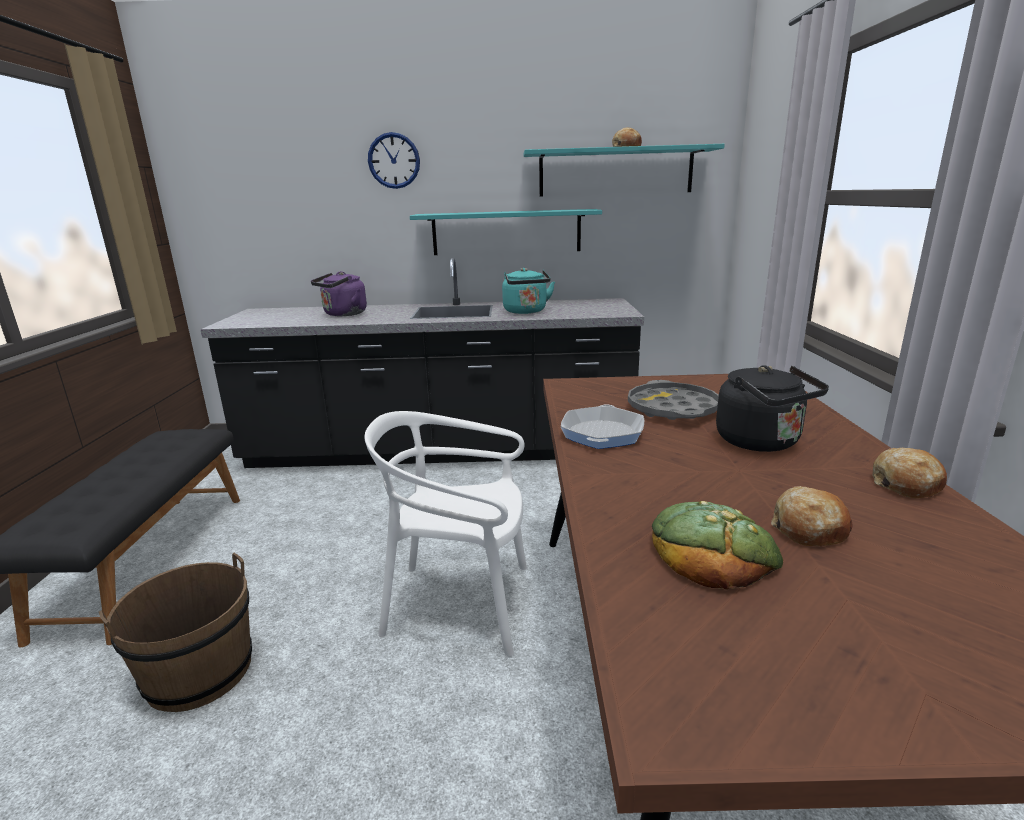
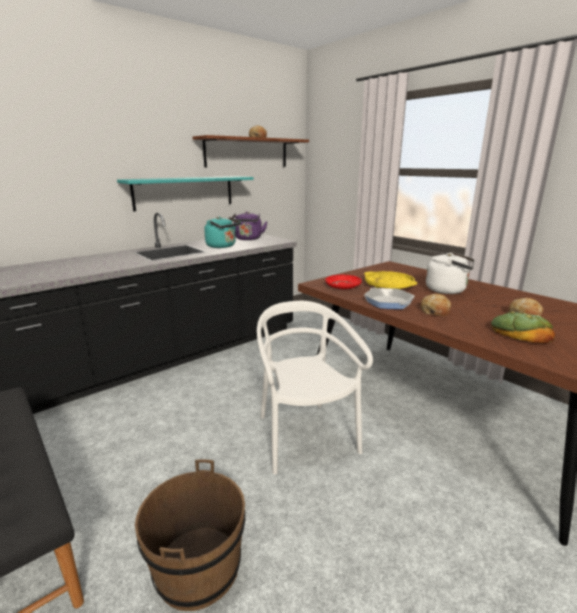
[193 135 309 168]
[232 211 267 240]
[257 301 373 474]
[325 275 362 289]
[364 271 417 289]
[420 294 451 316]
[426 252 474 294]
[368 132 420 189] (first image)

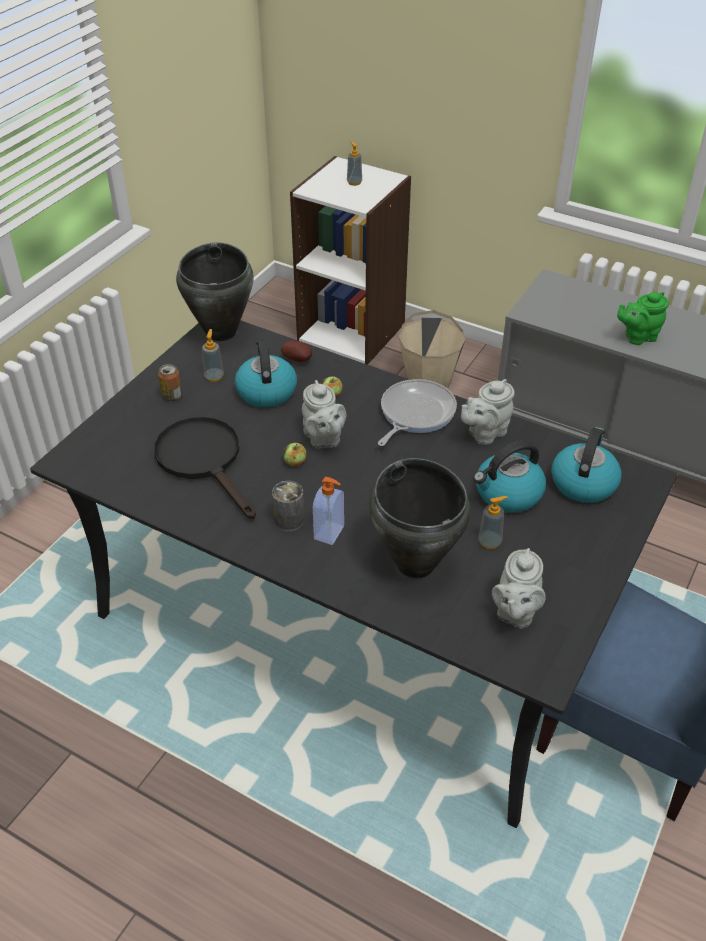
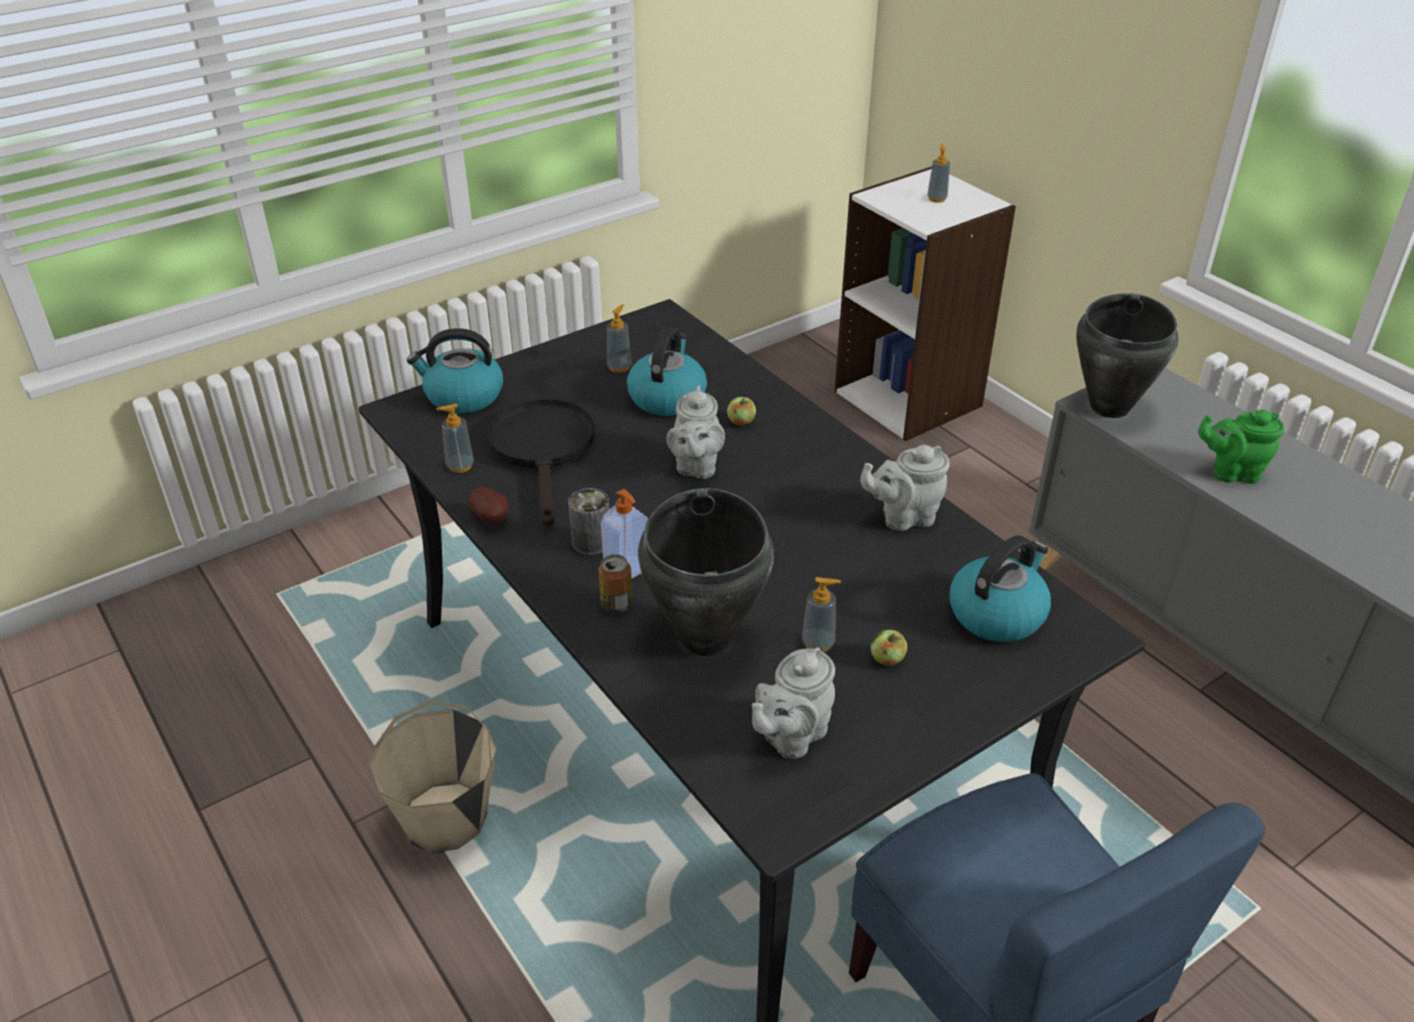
[368 701 496 854]
[407 328 503 413]
[436 404 474 473]
[468 487 508 523]
[599 554 632 613]
[870 630 907 666]
[1076 293 1178 418]
[378 379 457 446] (first image)

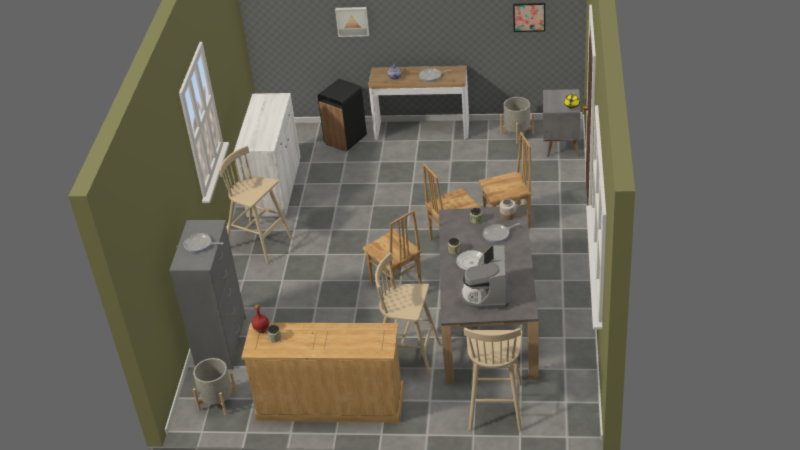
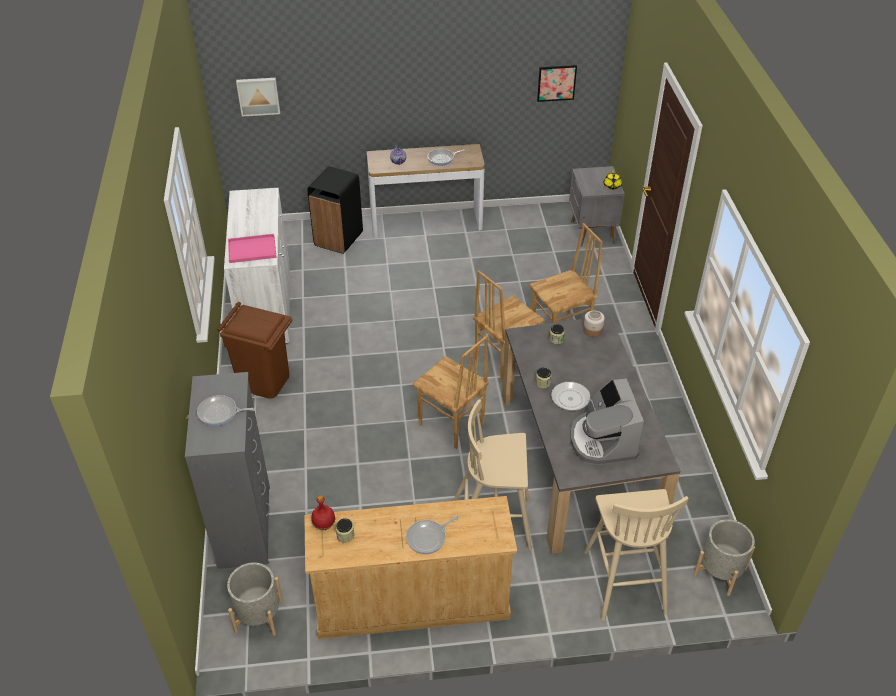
[217 302 293 399]
[228 234 277 263]
[236 78 280 117]
[406 515 459 554]
[694 519 755 596]

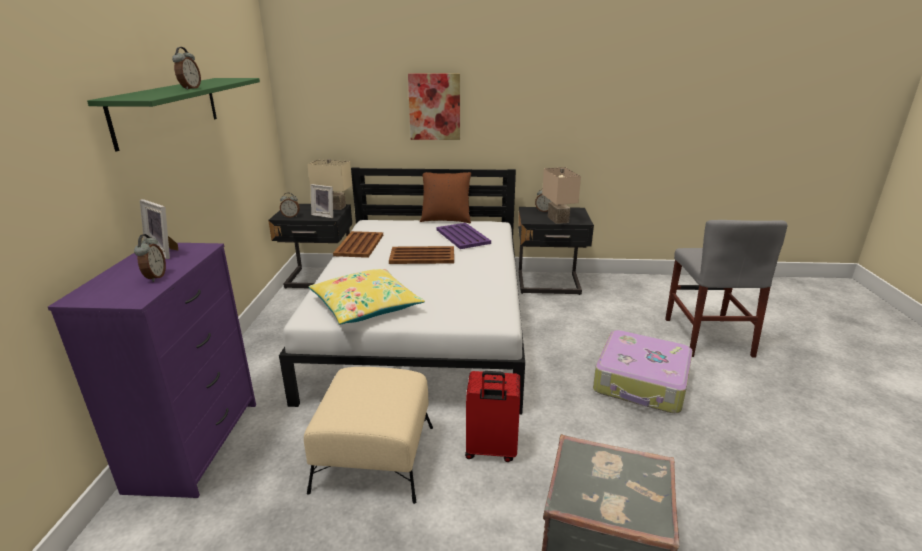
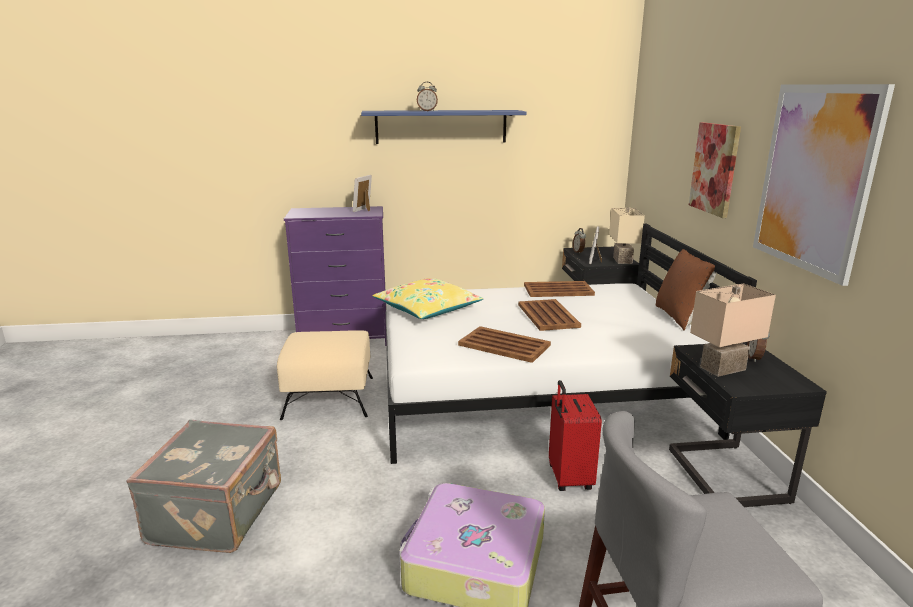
[361 110 527 144]
[458 326 551 363]
[549 380 602 491]
[753 84 895 286]
[134 234 166 282] (first image)
[437 223 491 249] (first image)

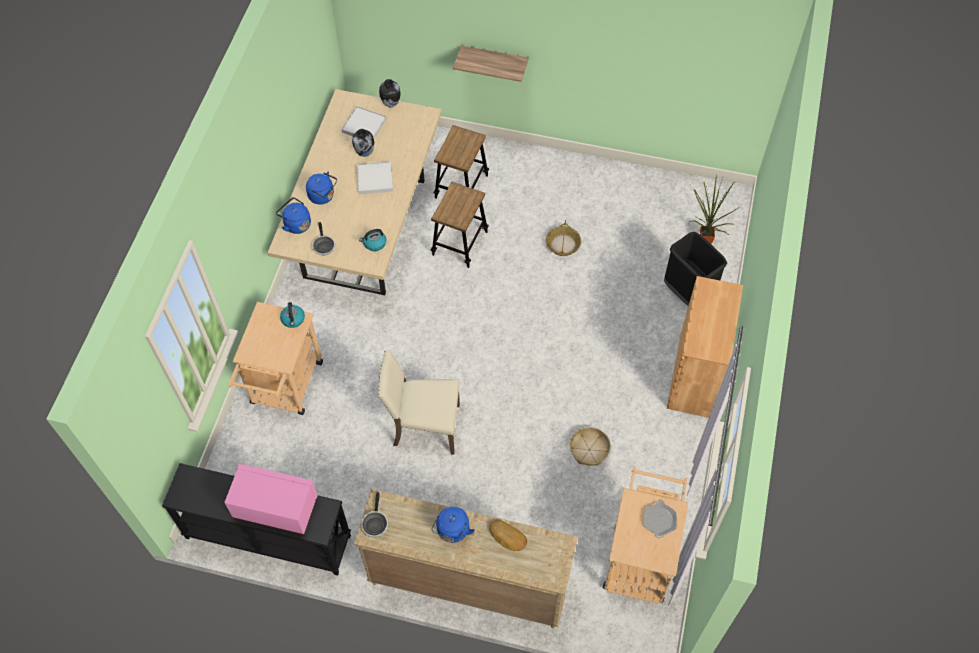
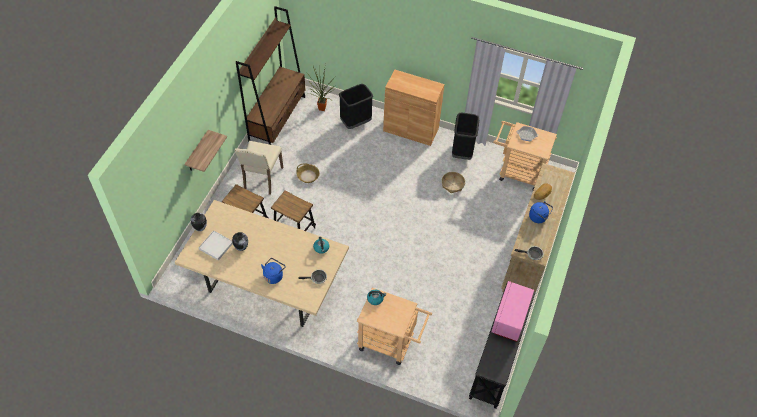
[235 141 283 195]
[236 6 306 145]
[452 112 479 160]
[276 197 311 234] (first image)
[357 161 393 194] (first image)

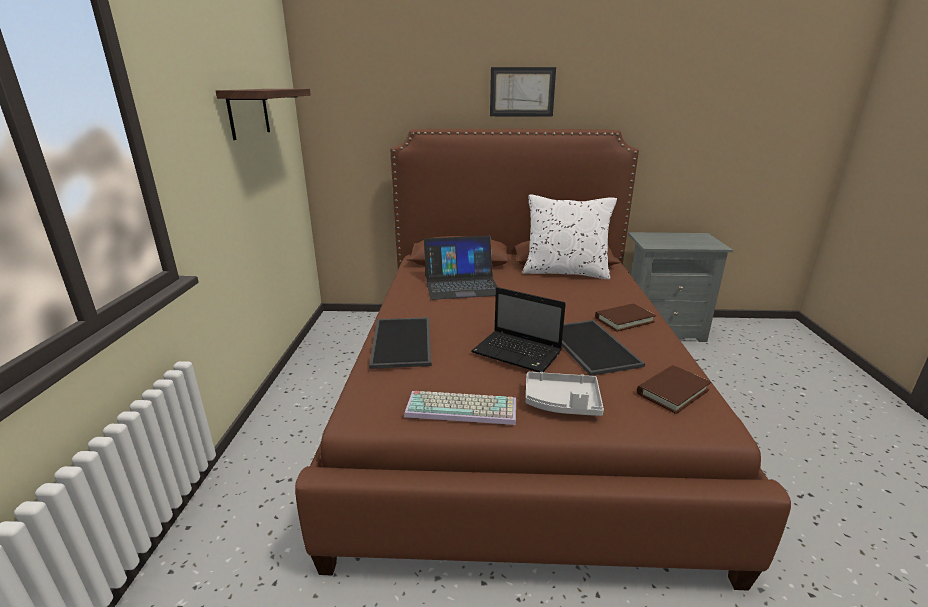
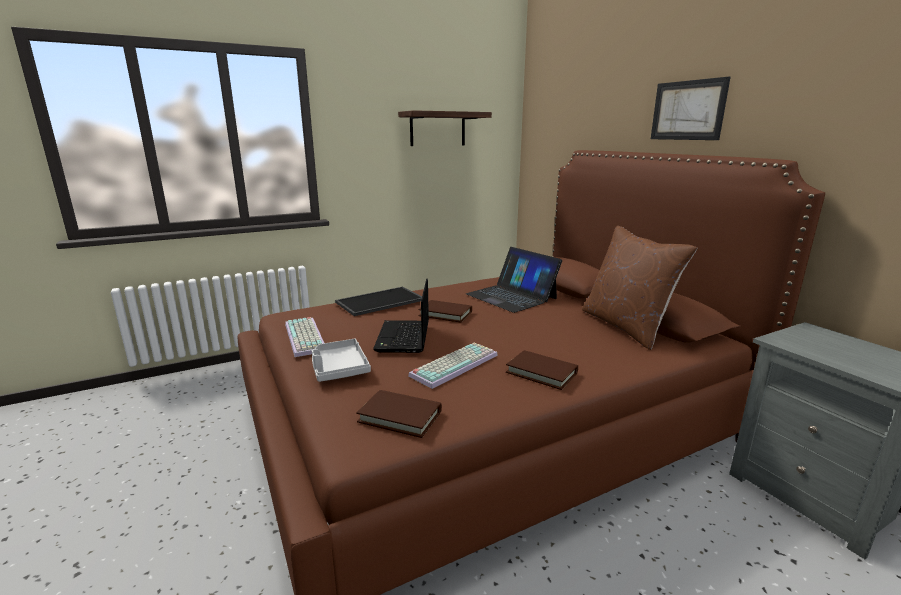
[408 342 498 389]
[418 300 472 323]
[582 226 697 350]

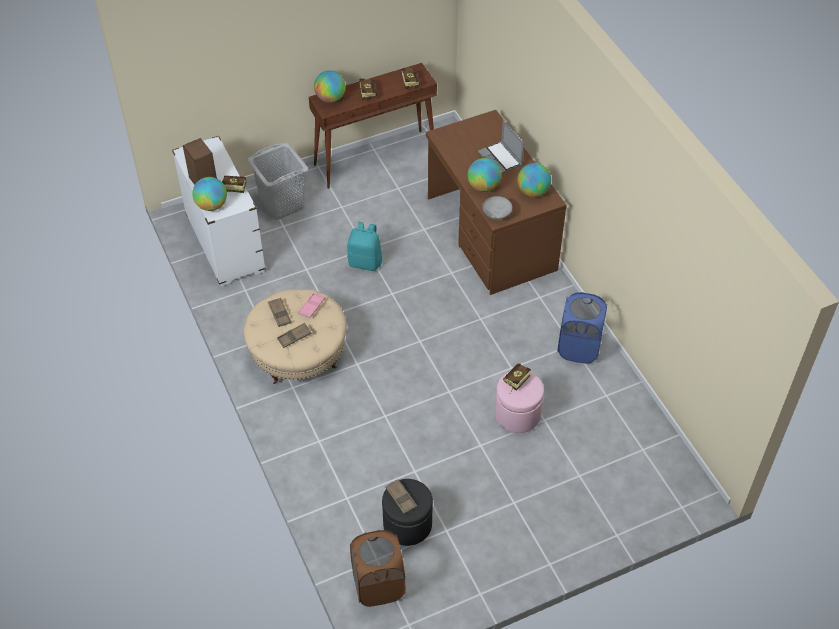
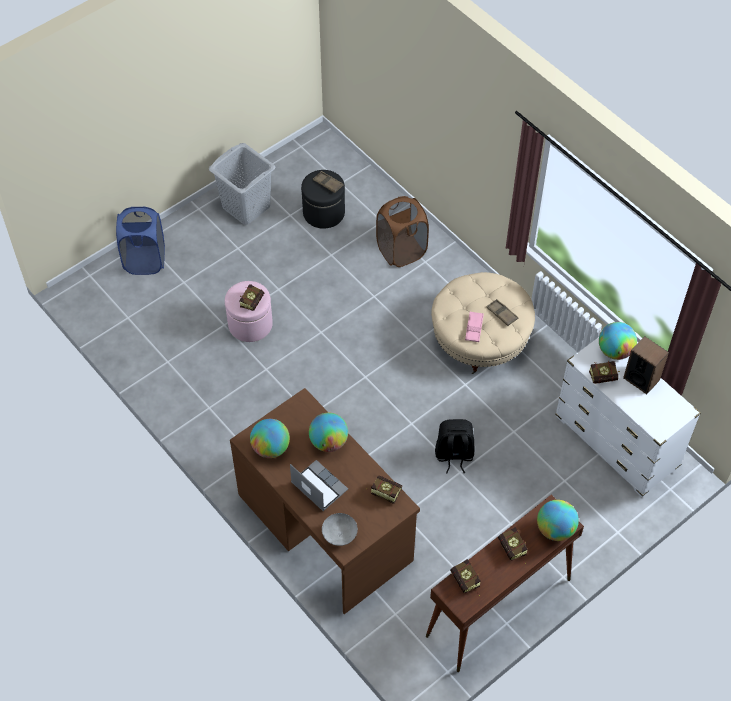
[116 206 165 275]
[209 143 275 225]
[322 513 358 546]
[369 475 402 504]
[376 196 429 267]
[435 419 474 473]
[277 323 312 348] (first image)

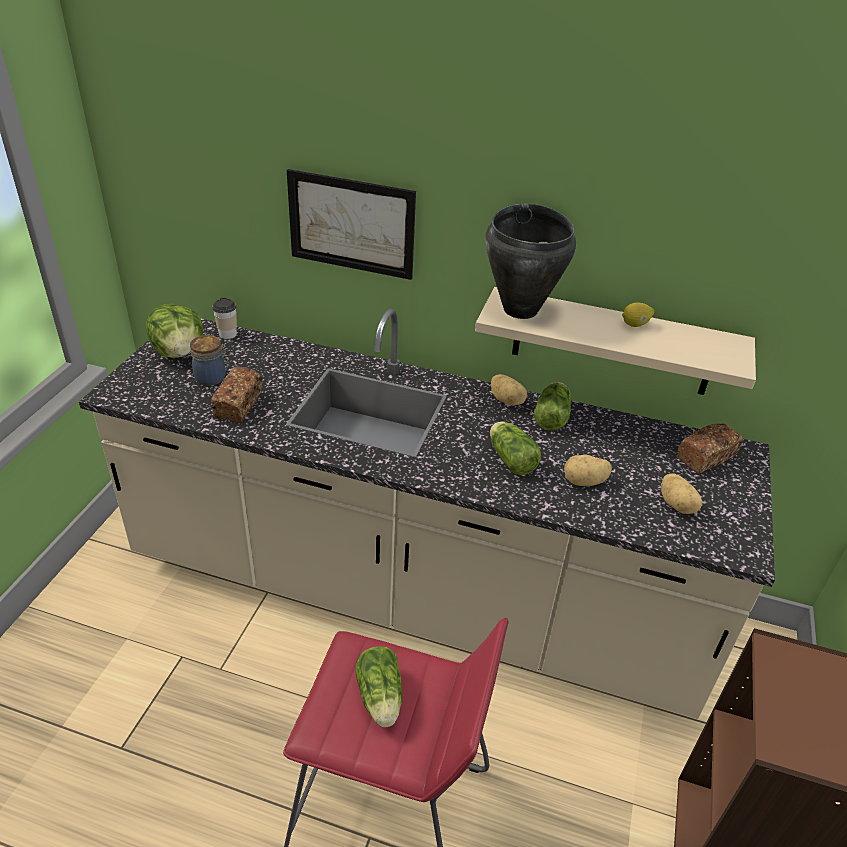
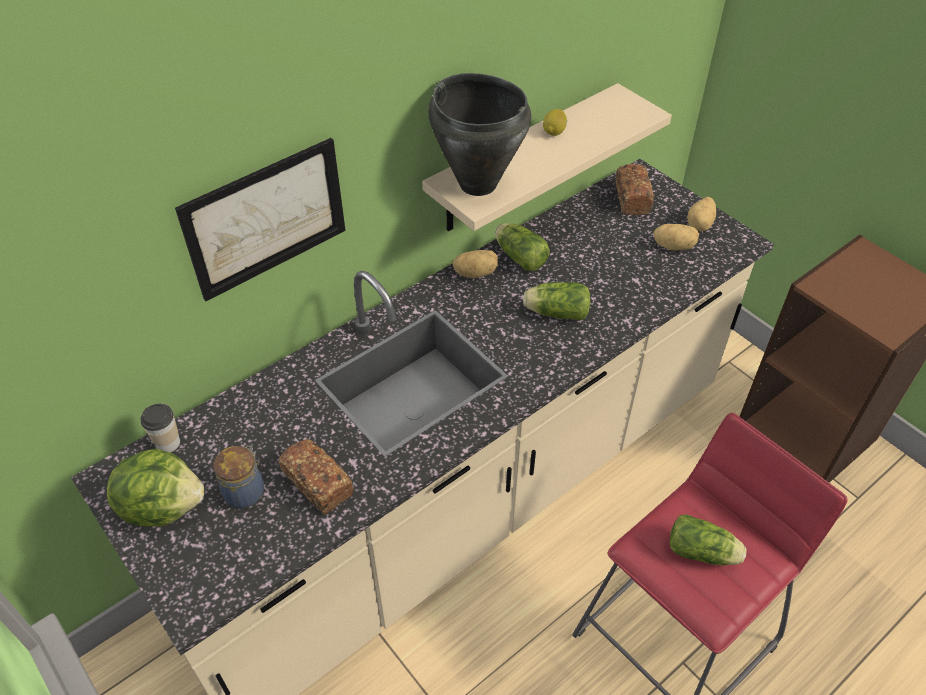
[687 197 716 231]

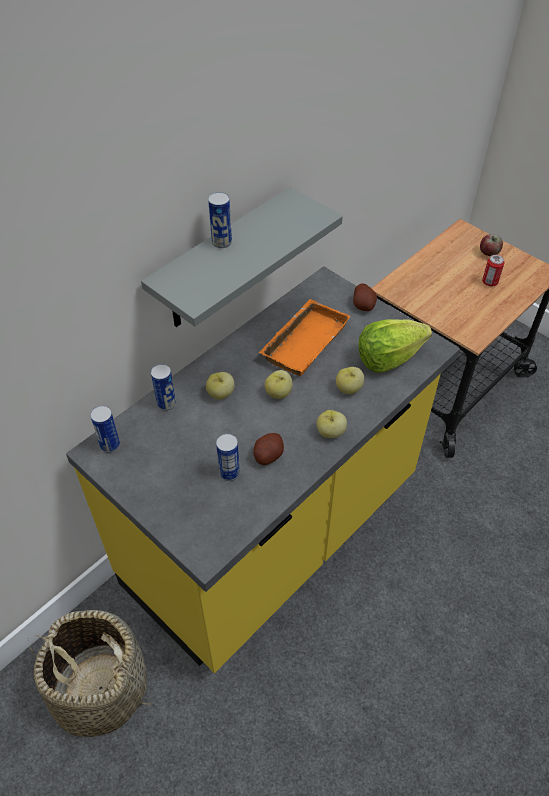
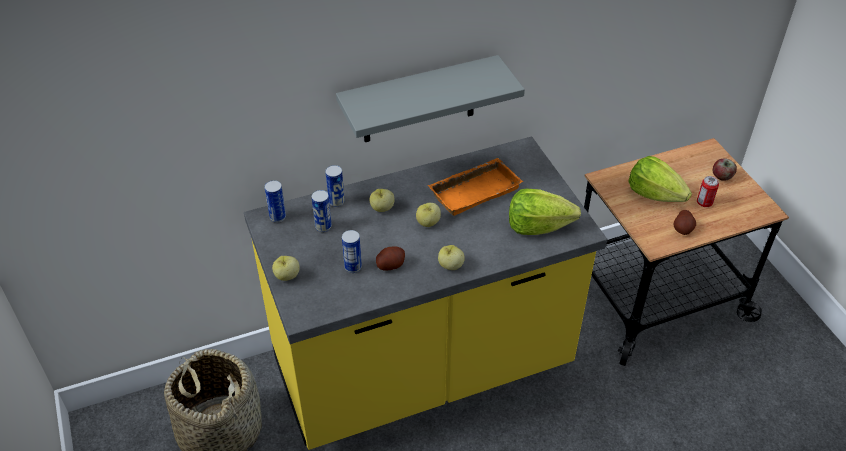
[272 256 300 281]
[311 190 332 232]
[629 156 692 202]
[673 210 696 235]

